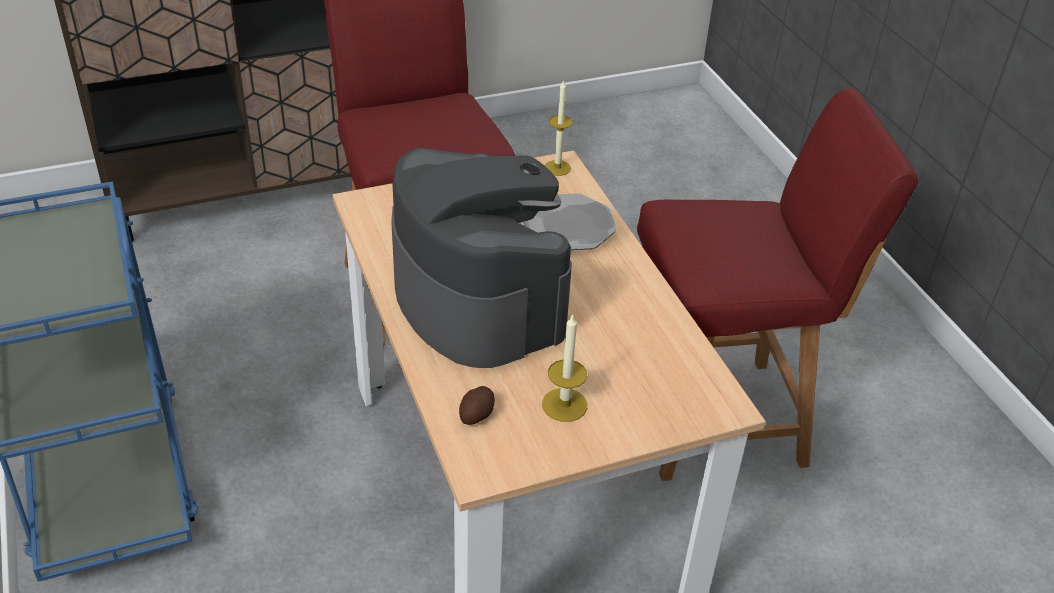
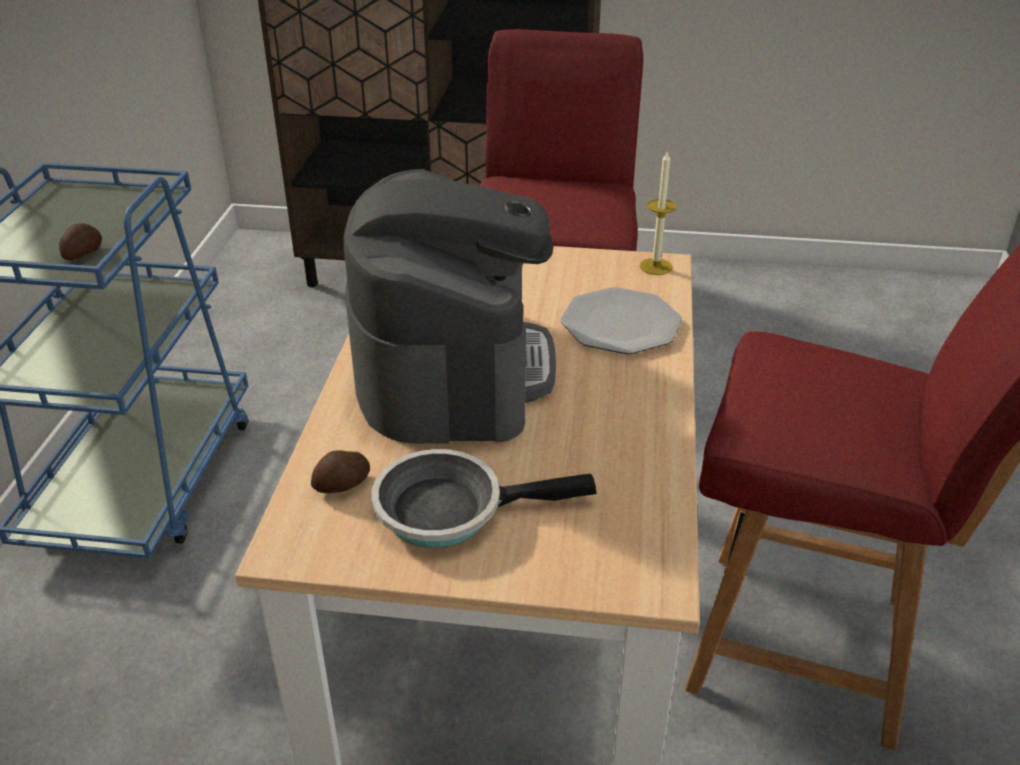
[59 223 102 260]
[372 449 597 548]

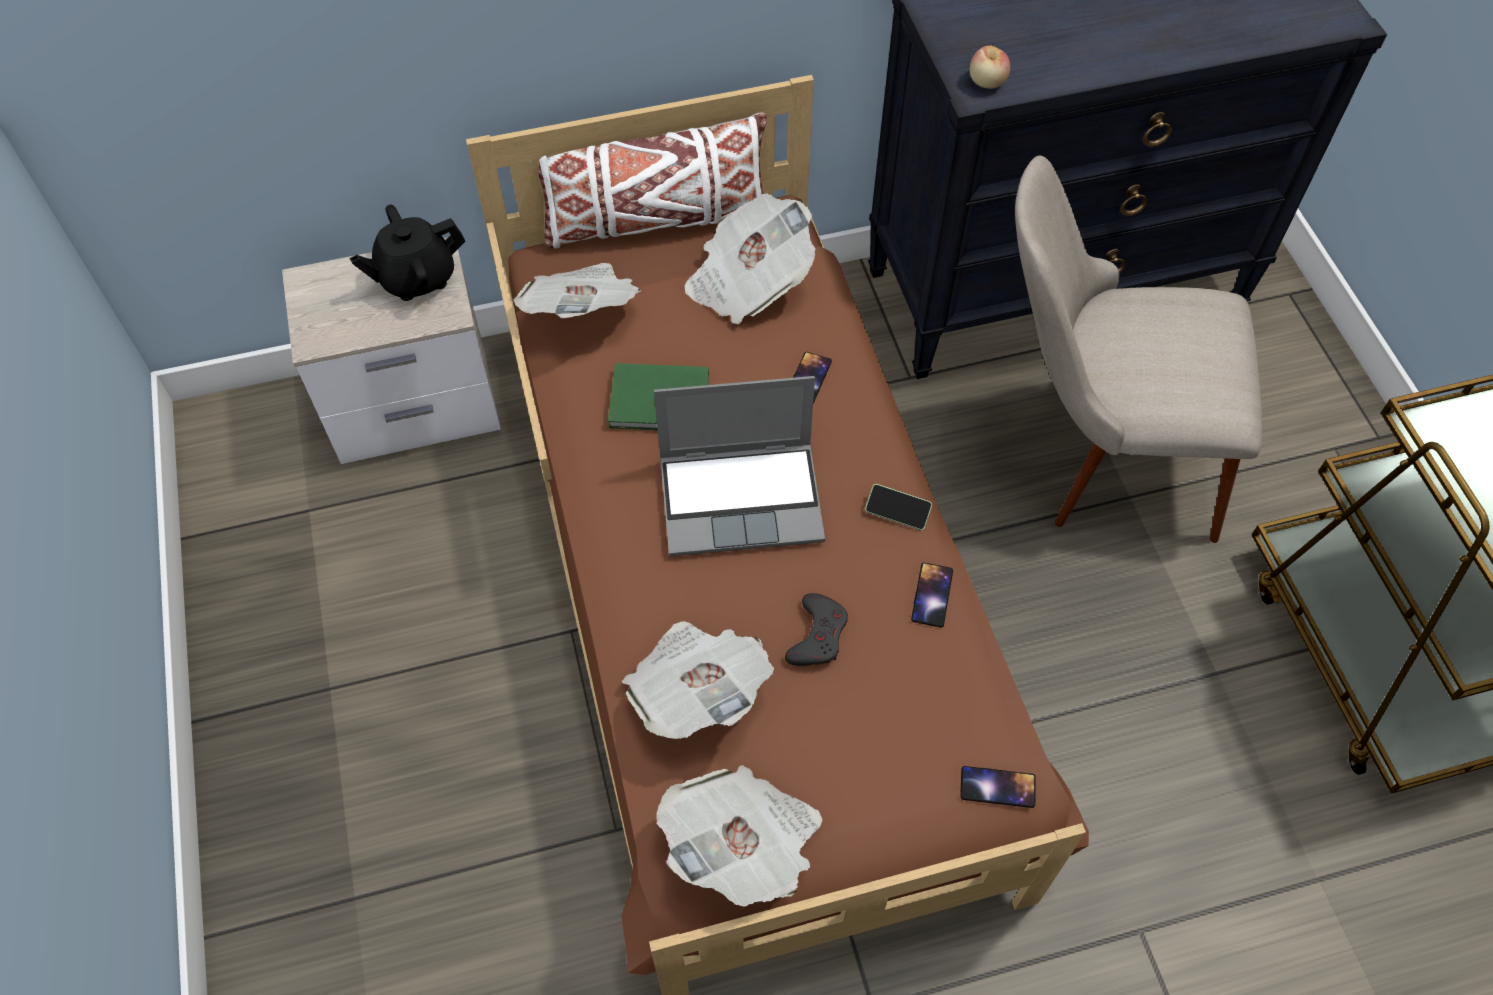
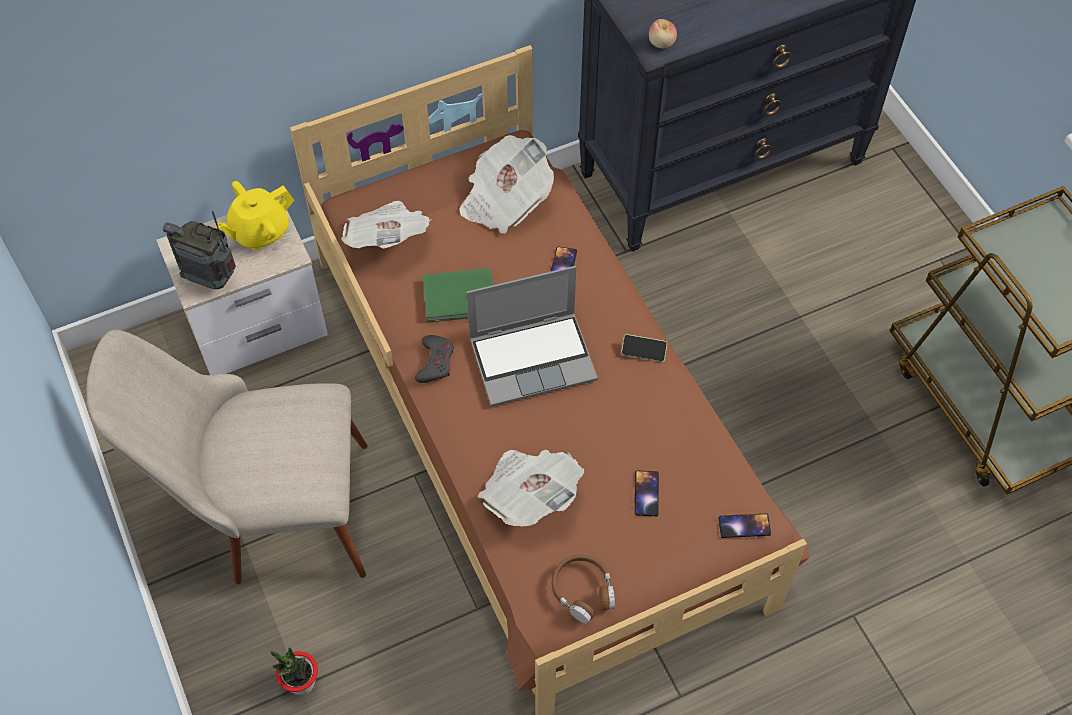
[87 330 367 584]
[162 211 236 289]
[215 181 294 250]
[270 647 318 695]
[415 335 454 383]
[552 555 615 624]
[634 471 659 516]
[539 113 767 249] (first image)

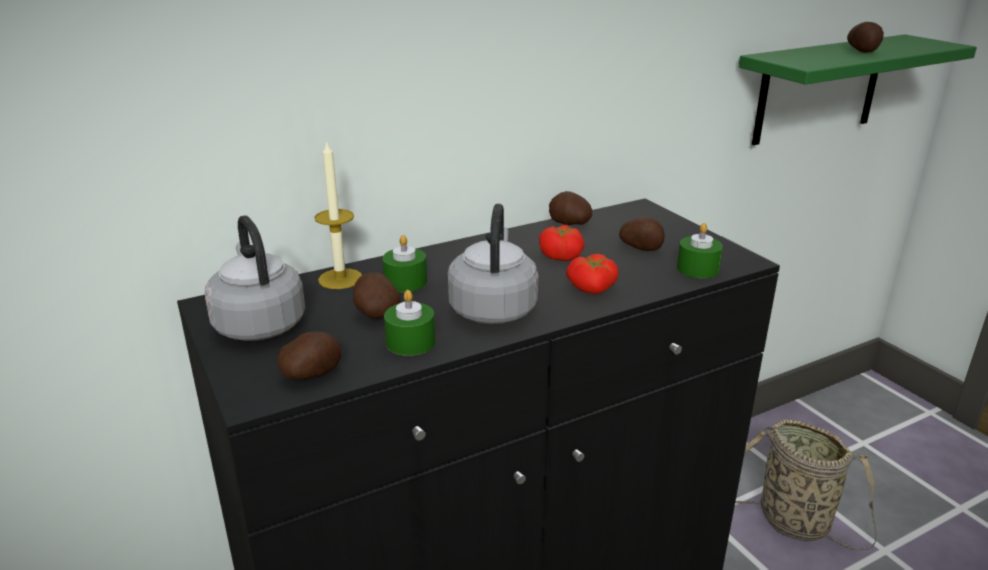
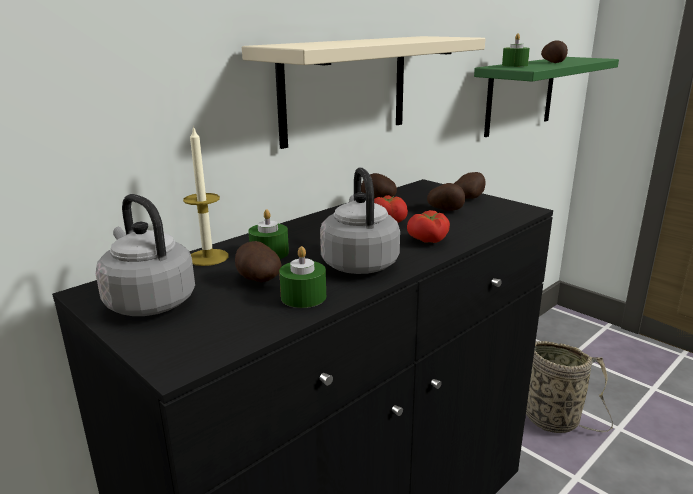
[242 36 485 149]
[454 172 486 199]
[502 33 530 67]

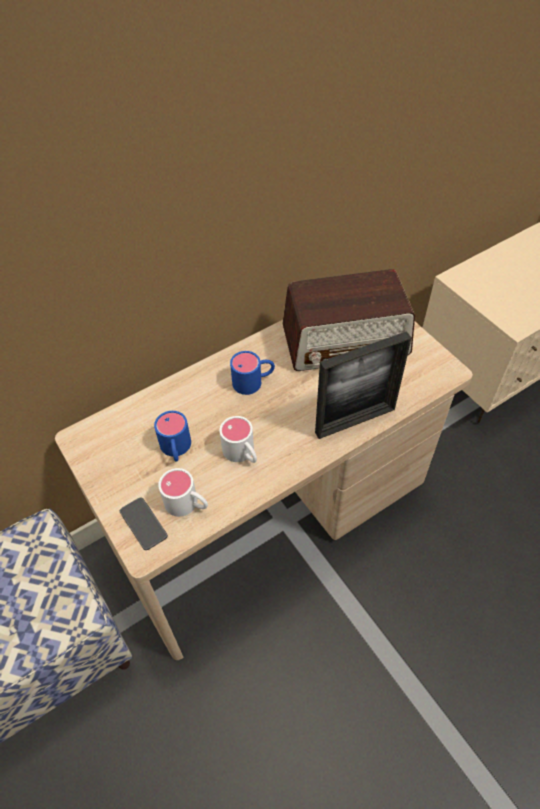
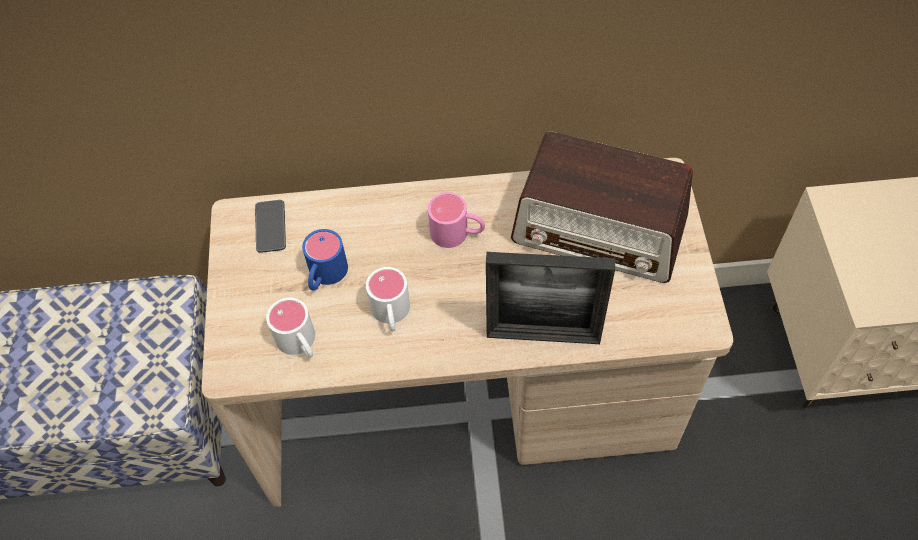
[255 200 286 253]
[428 192 485 248]

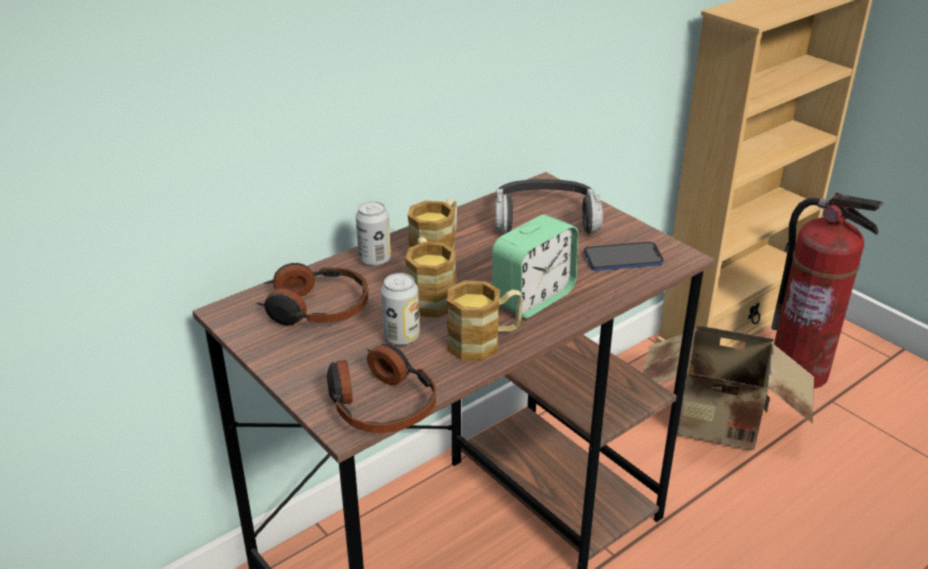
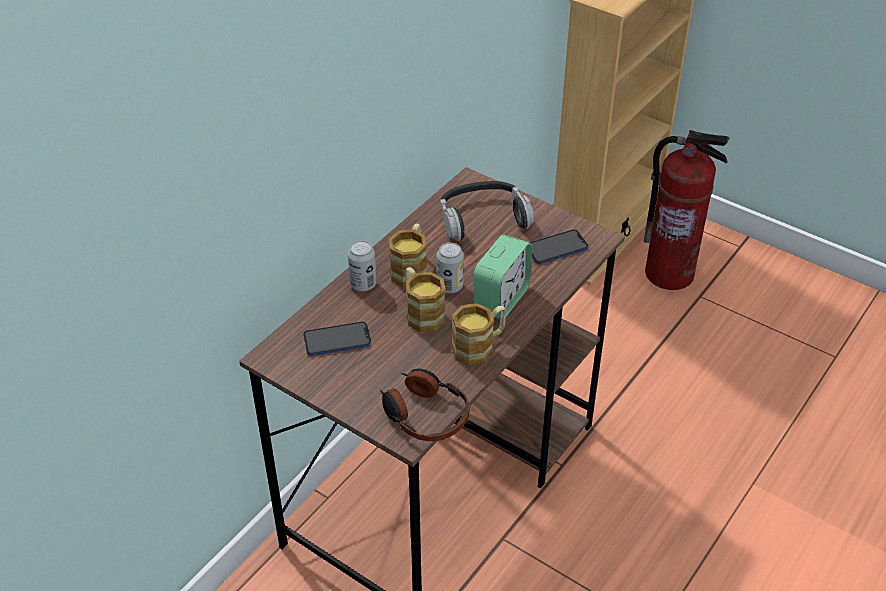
[303 322 371 356]
[437 242 464 293]
[642 325 814 450] (first image)

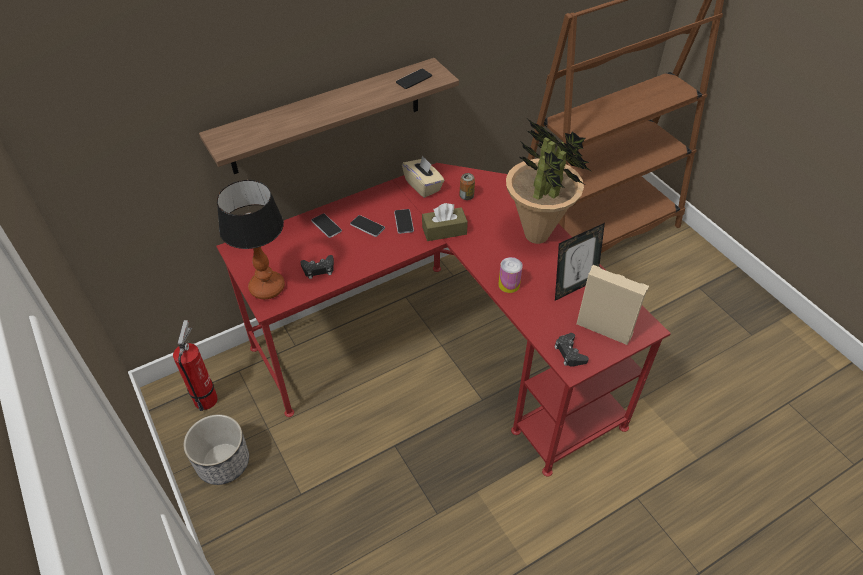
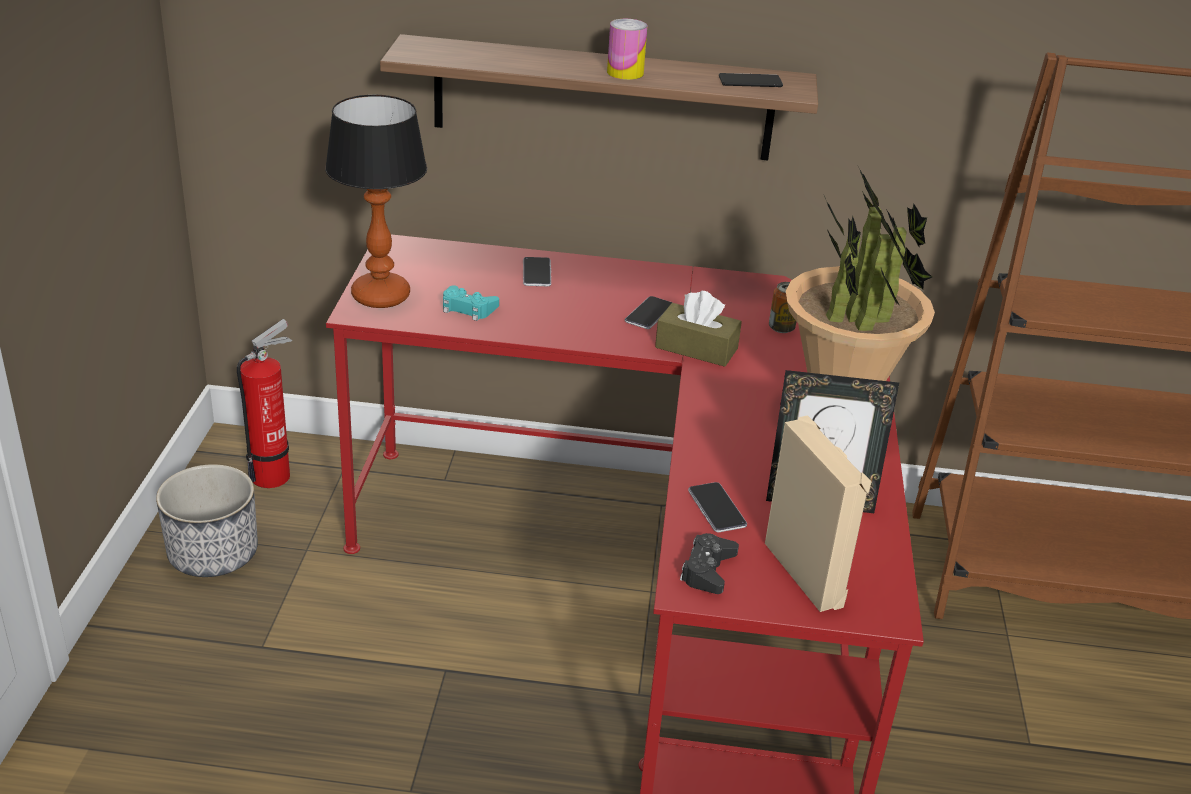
[443 285 499 321]
[607 19 648 80]
[688 482 747 532]
[402 155 444 198] (first image)

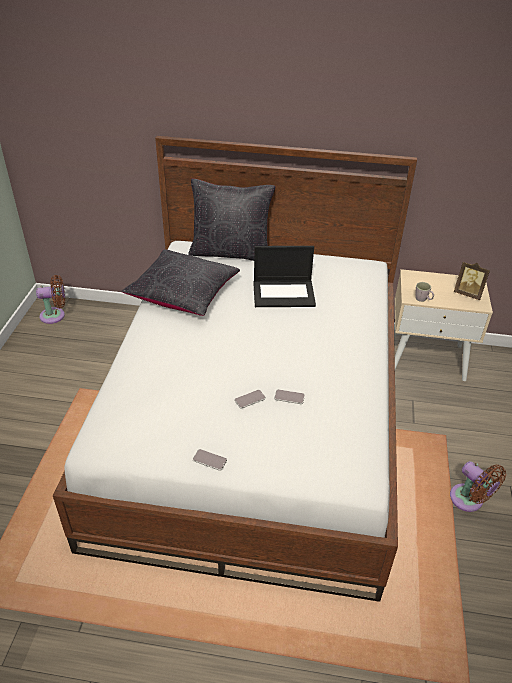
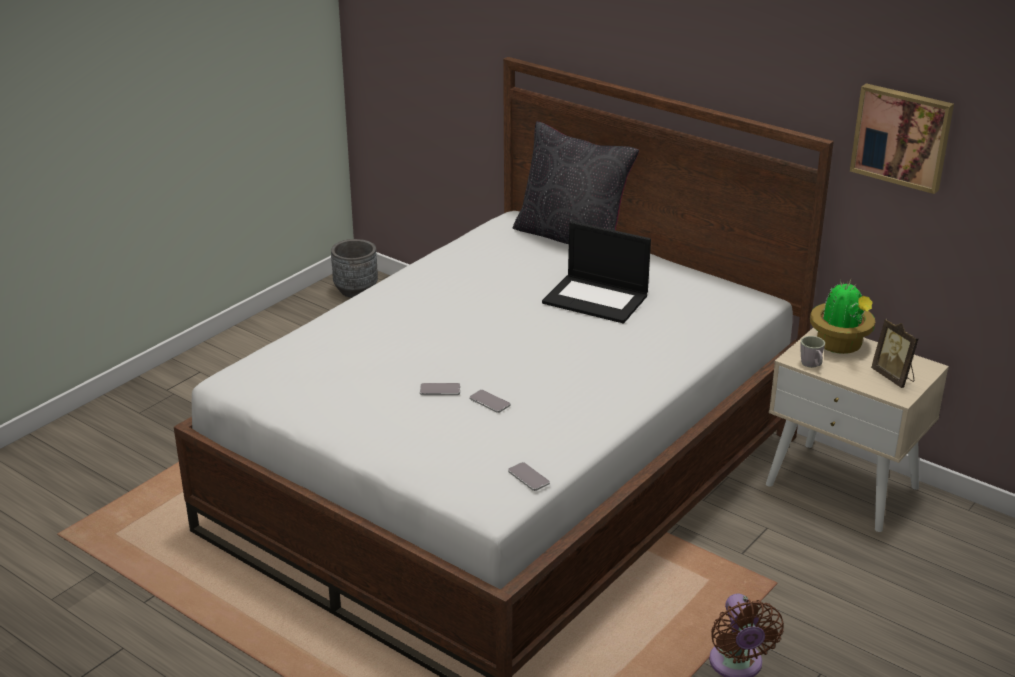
[331 239 378 298]
[508 462 550 491]
[810 280 875 354]
[850 83 954 194]
[121 249 240 316] (first image)

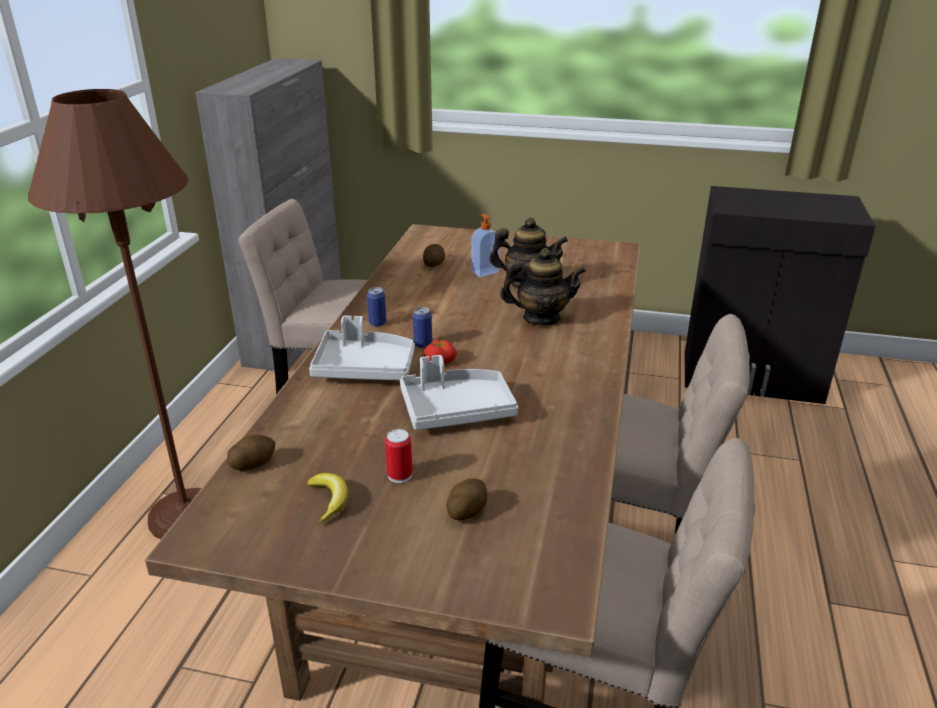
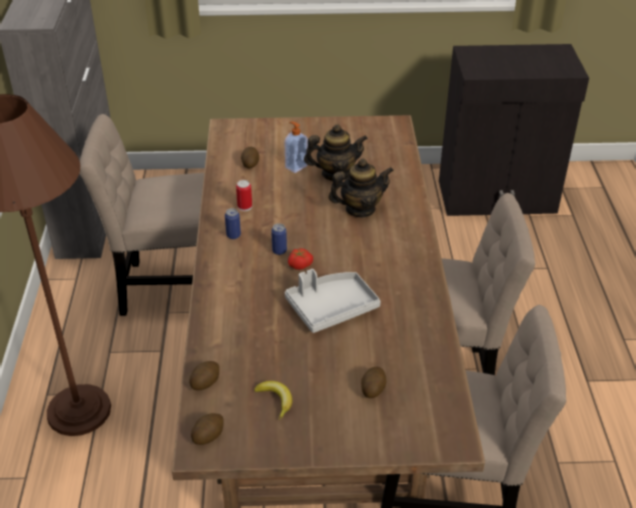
[191 413 224 445]
[236 180 252 211]
[309 316 415 380] (first image)

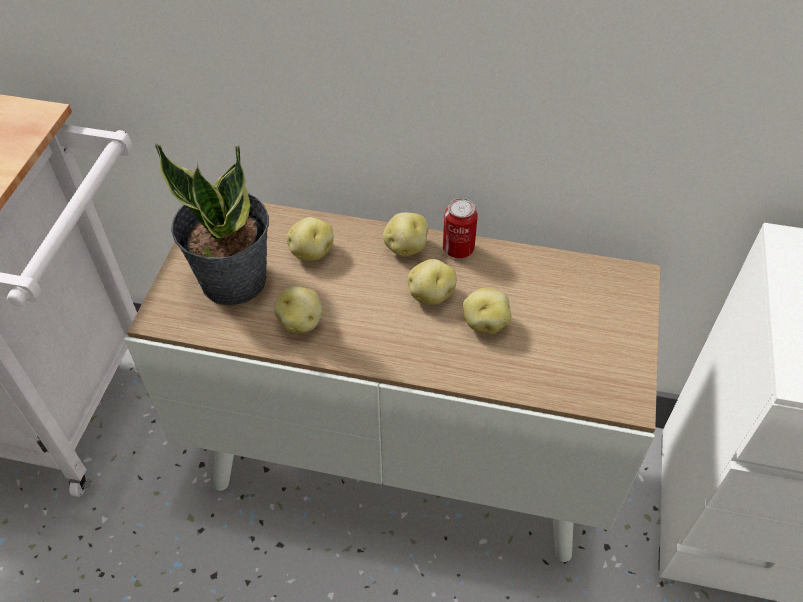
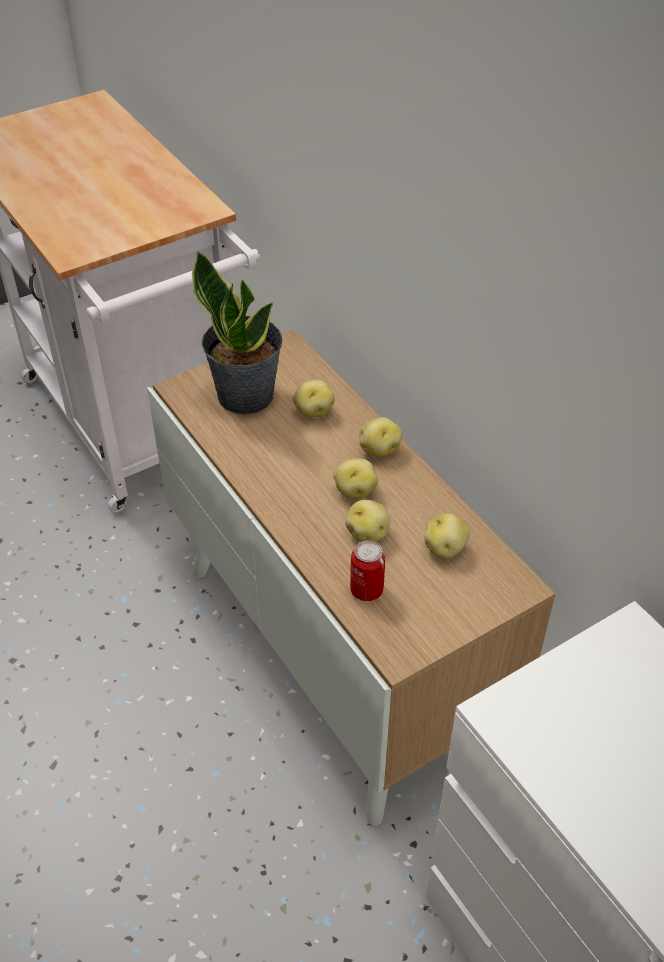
[350 540 385 601]
[425 513 470 559]

